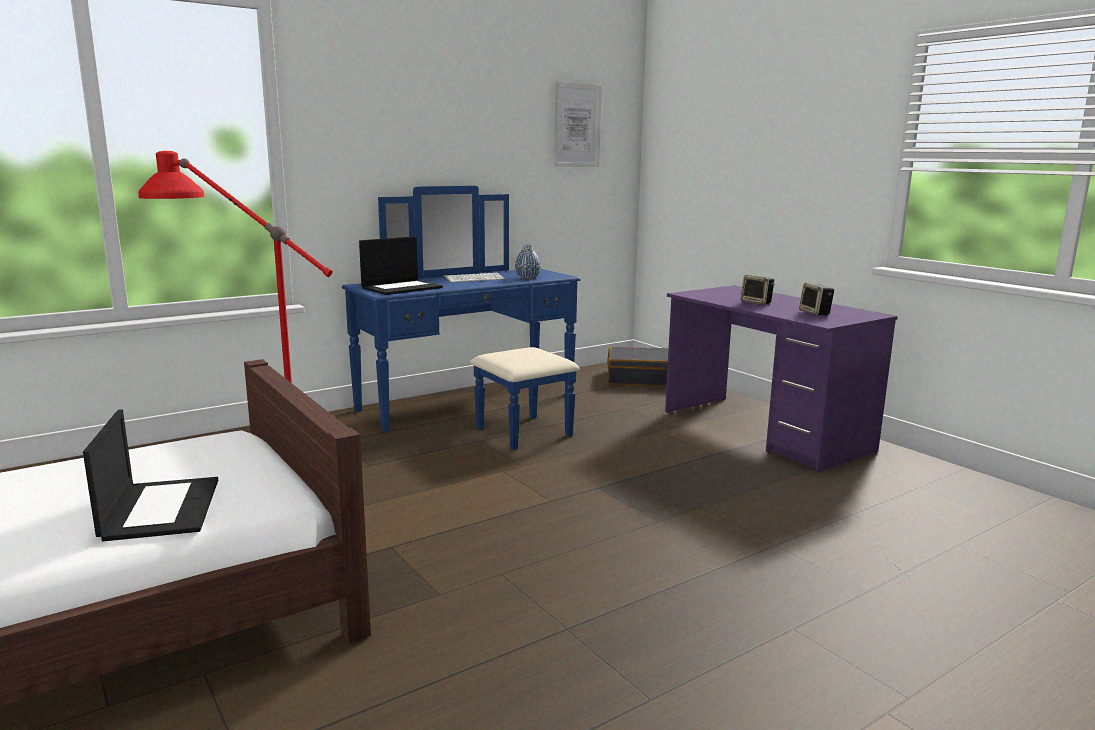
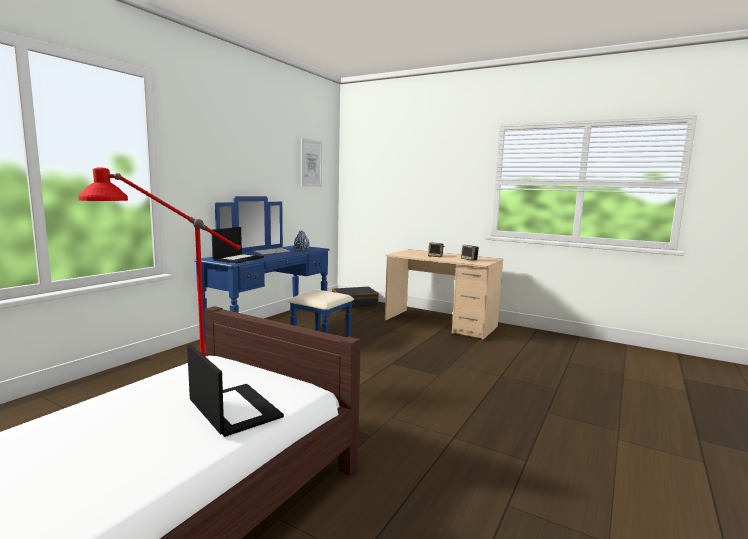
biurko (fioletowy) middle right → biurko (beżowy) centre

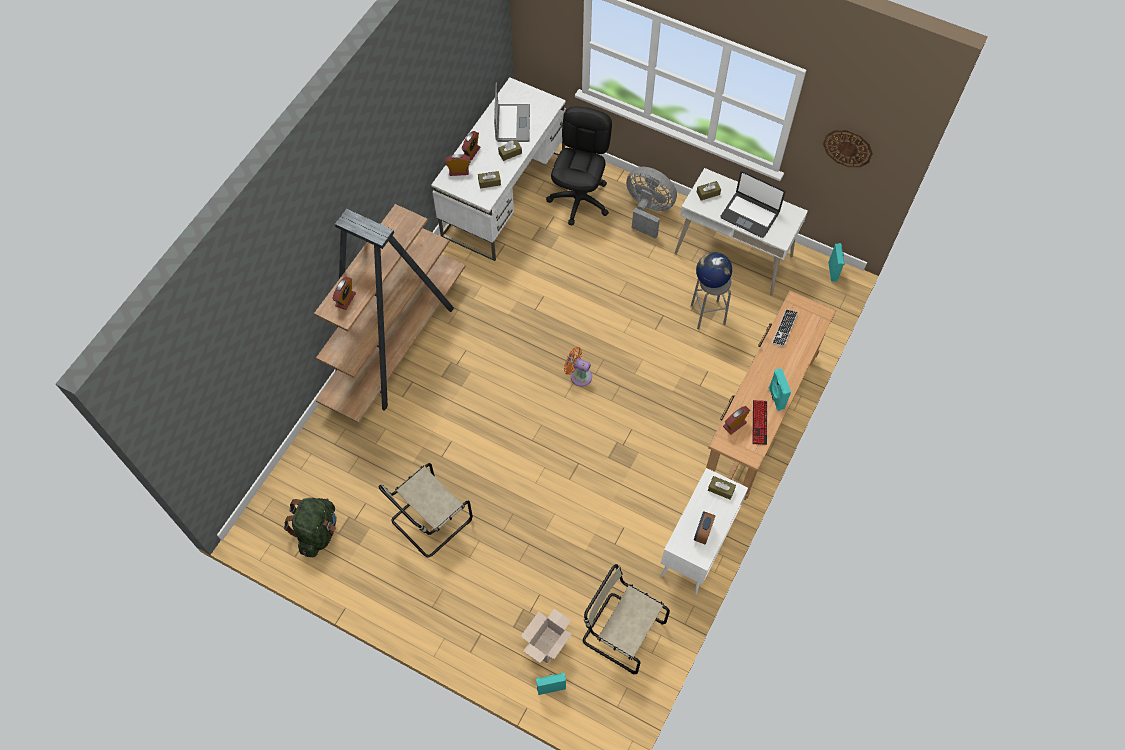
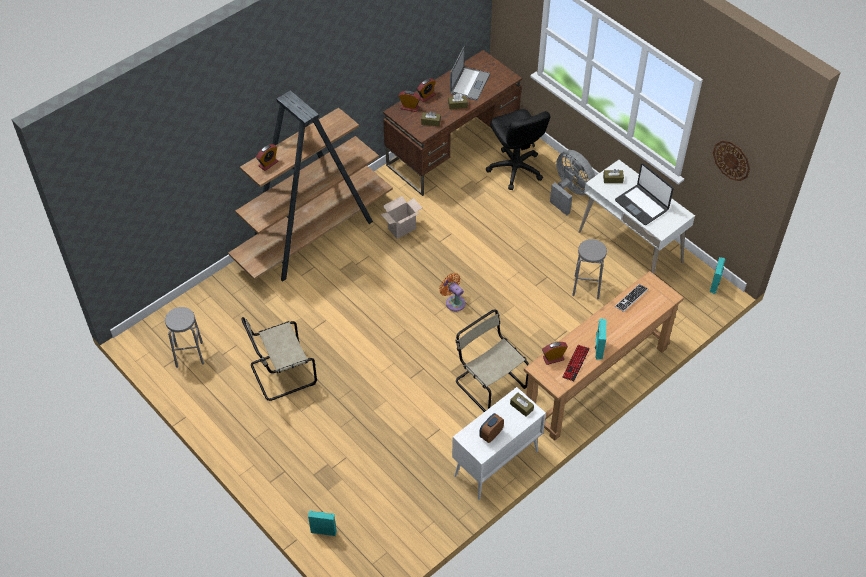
biurko (biały) (no. 1 from left) top centre → biurko (brązowy) top centre
krzesło biurowe (czarny) top centre, 120 degrees clockwise
globus centre → -
plecak (zielony) bottom left → stołek (szary) (no. 1 from left) middle left
krzesło (beżowy) (no. 2 from left) bottom centre → krzesło (beżowy) (no. 2 from left) centre, shifted
karton bottom centre → karton centre, shifted

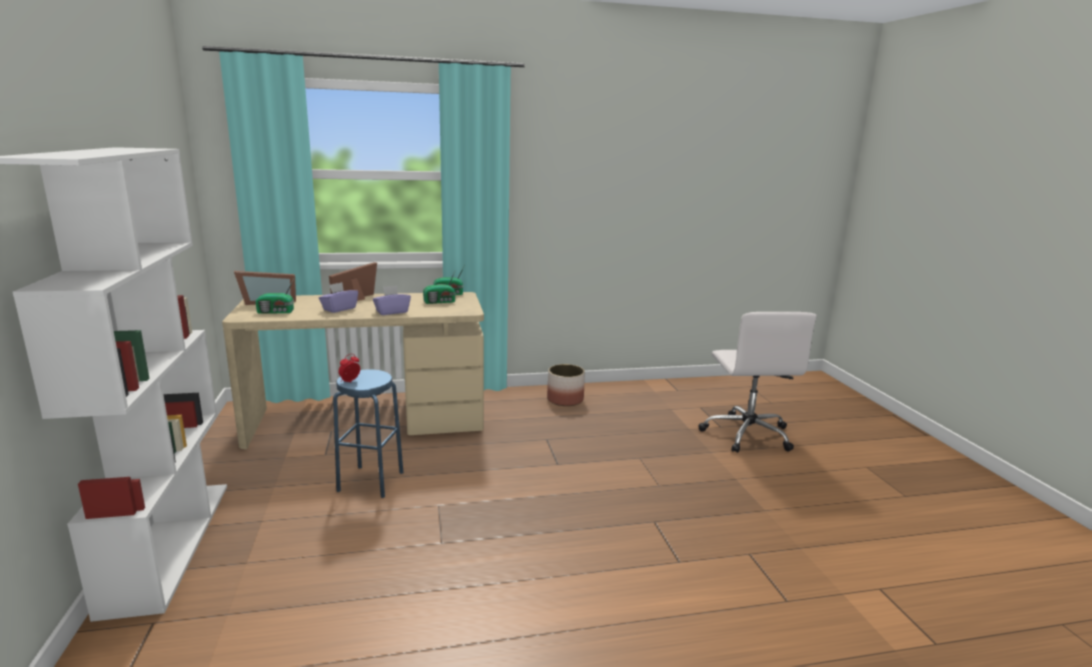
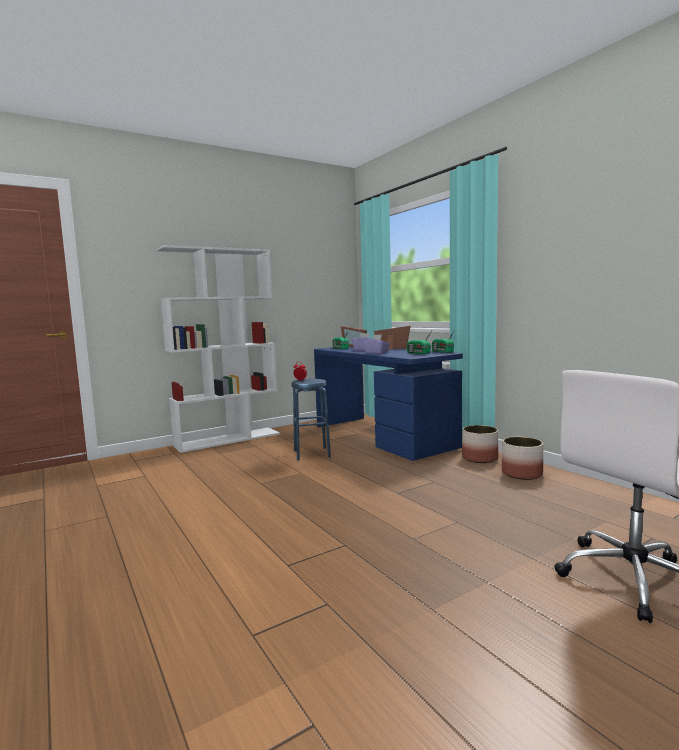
biurko (beżowy) middle left → biurko (niebieski) centre
- → donica (no. 1 from left) middle right

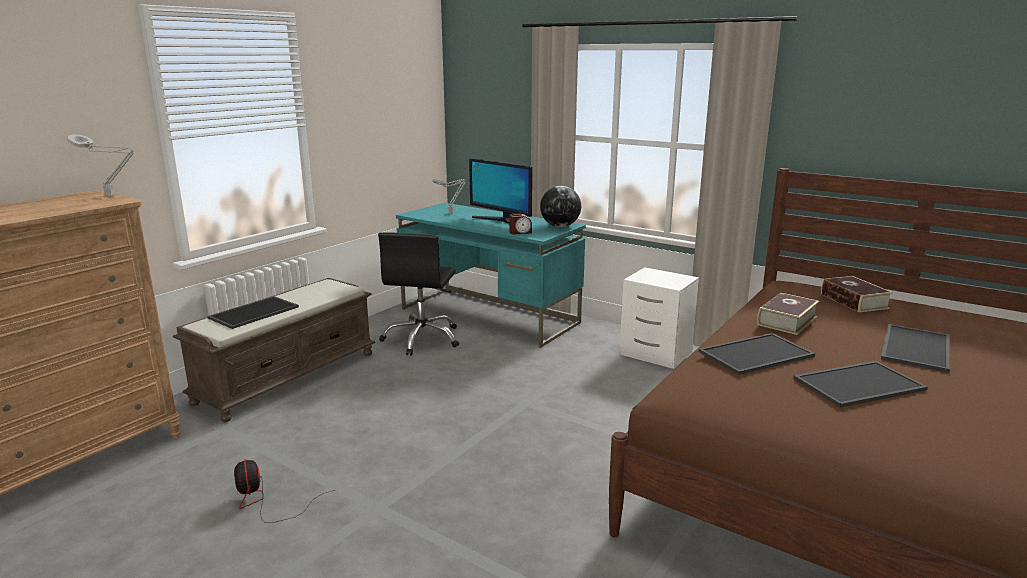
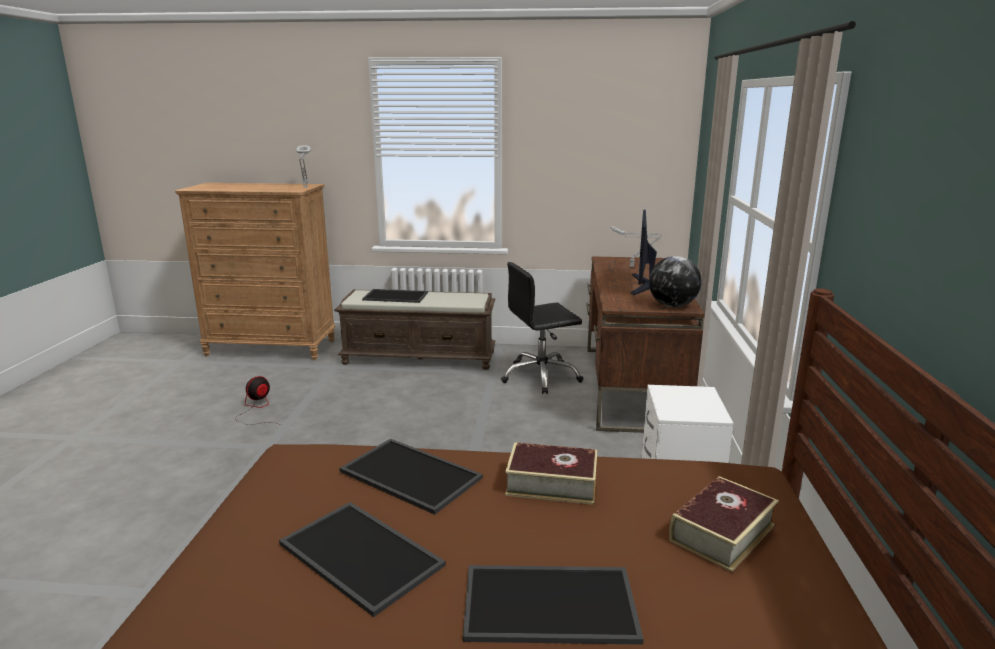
biurko (turkusowy) centre → biurko (brązowy) centre
budzik centre → -

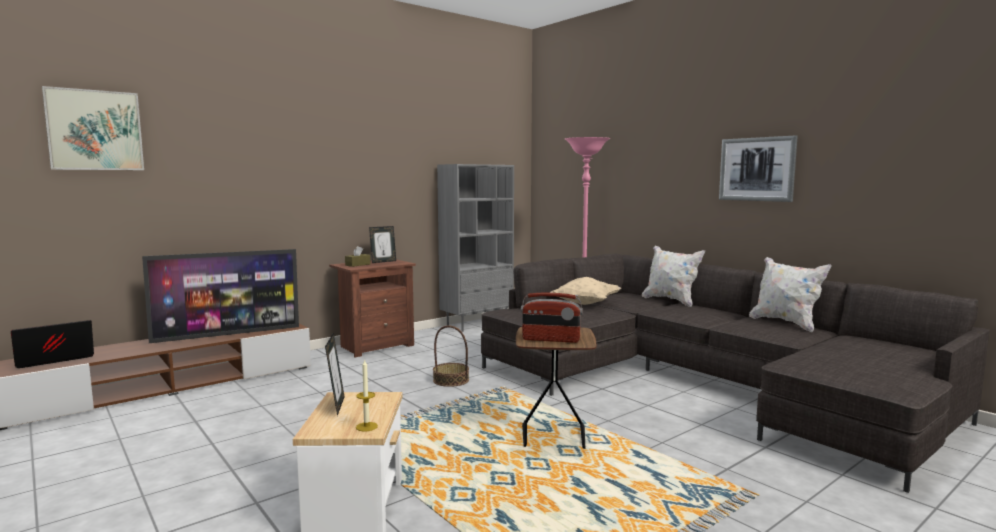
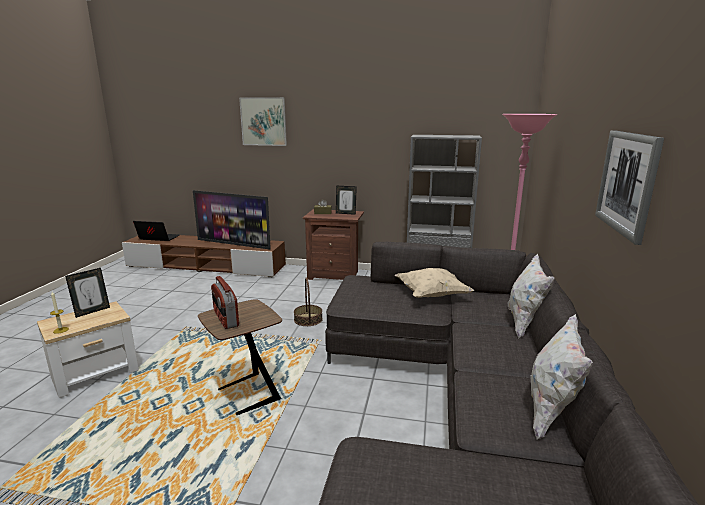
obraz (no. 1 from left) top left → obraz (no. 1 from left) top centre, shifted

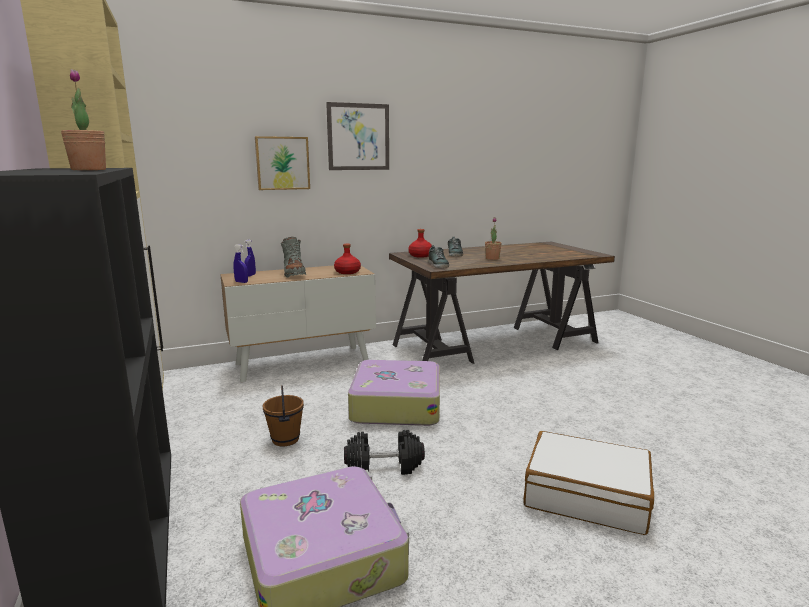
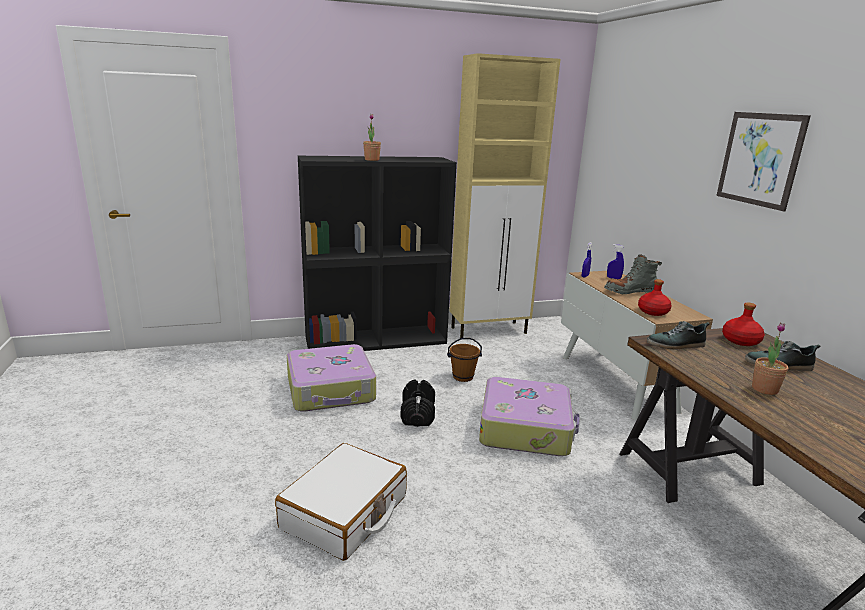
obraz (no. 1 from left) top centre → -

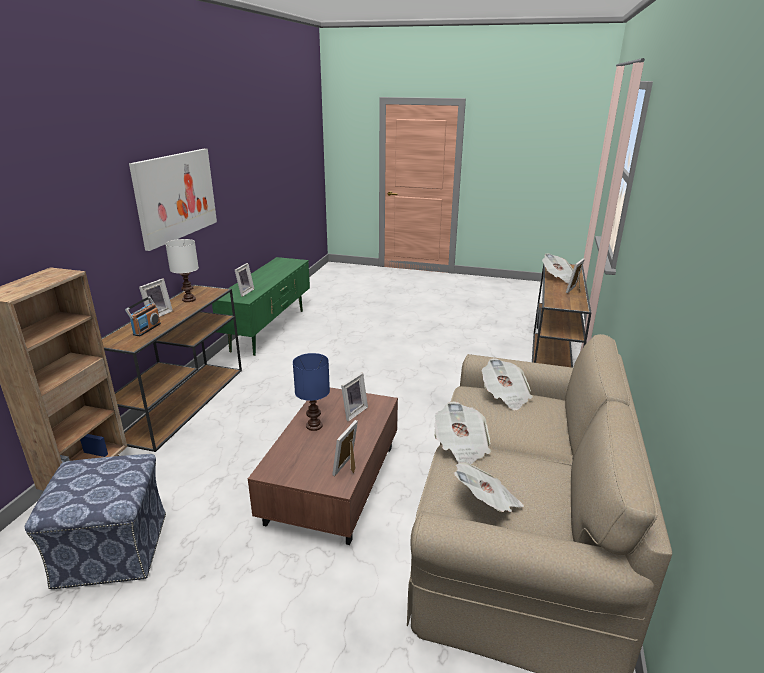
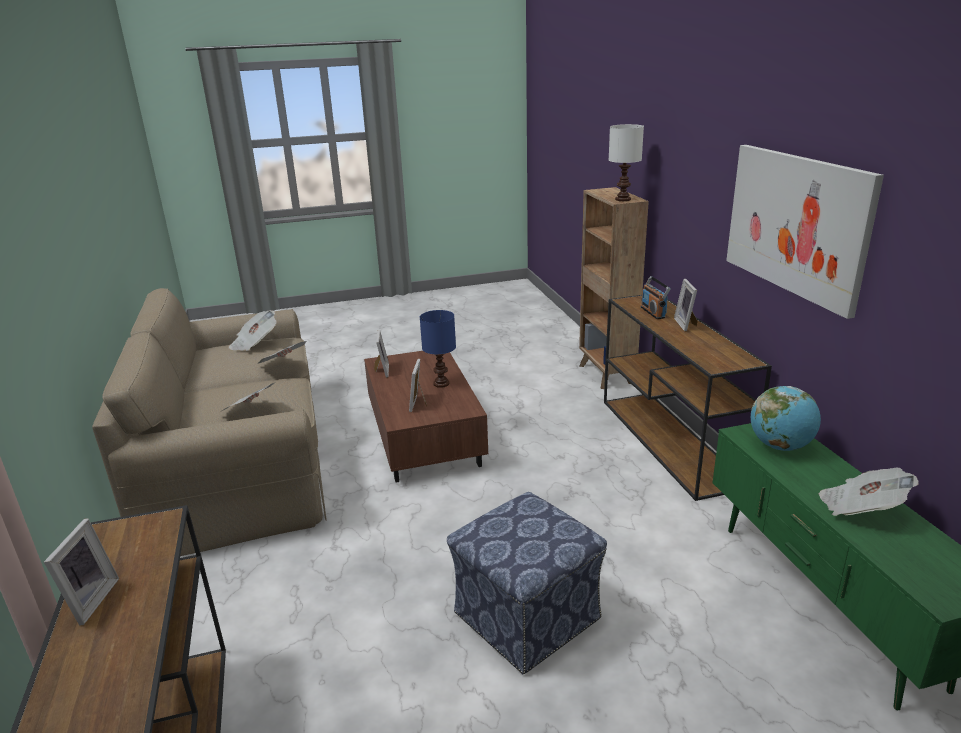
lampa stołowa (biały) middle left → lampa stołowa (biały) top centre, shifted
gazeta (no. 4 from left) middle right → gazeta (no. 4 from left) bottom right, shifted
ramka na zdjęcie (no. 2 from left) middle left → globus middle right
pufa bottom left → pufa bottom centre, shifted

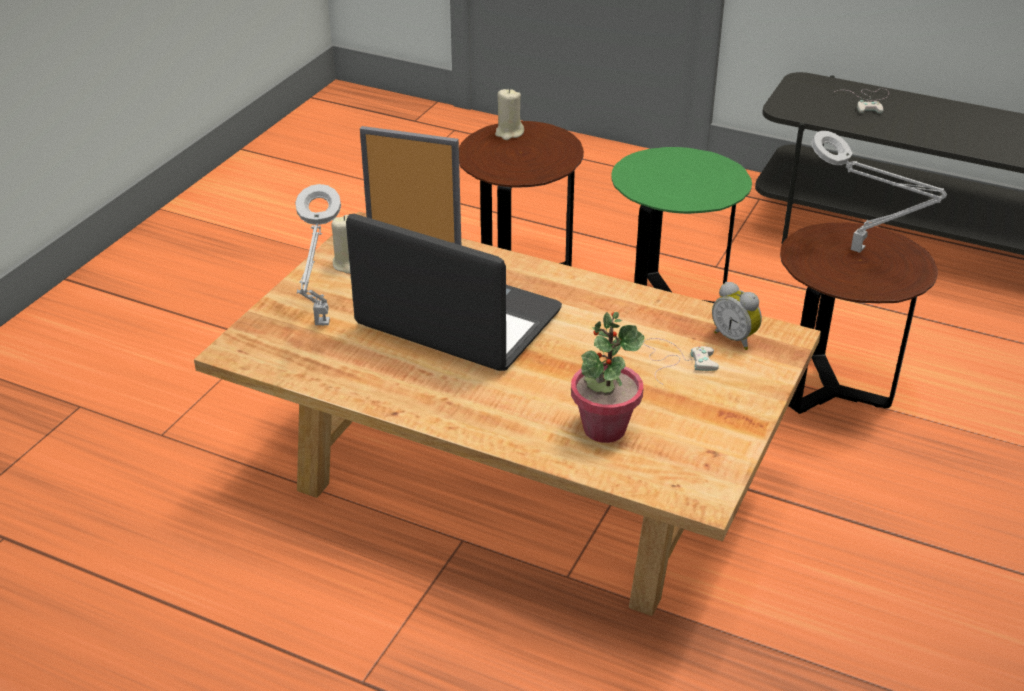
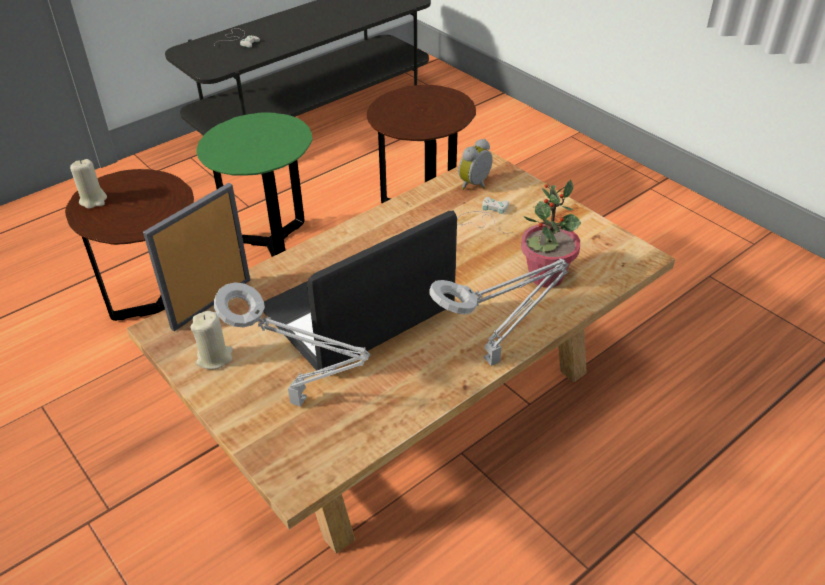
lampa stołowa (szary) (no. 2 from left) top right → lampa stołowa (szary) (no. 2 from left) centre, shifted
budzik middle right → budzik top centre, 150 degrees clockwise

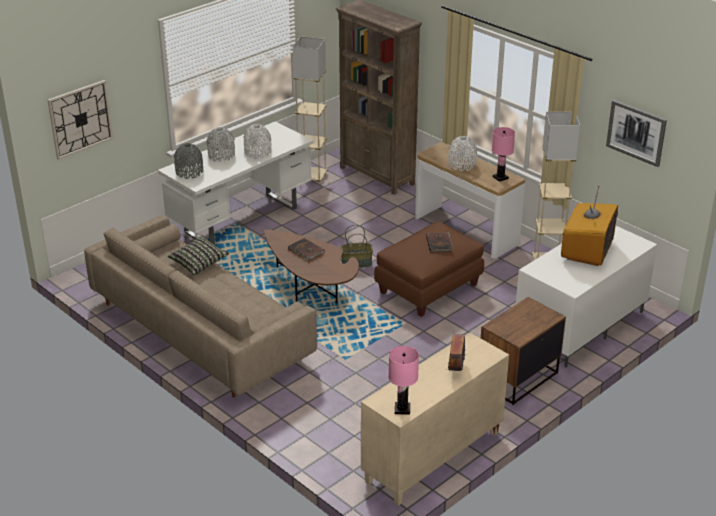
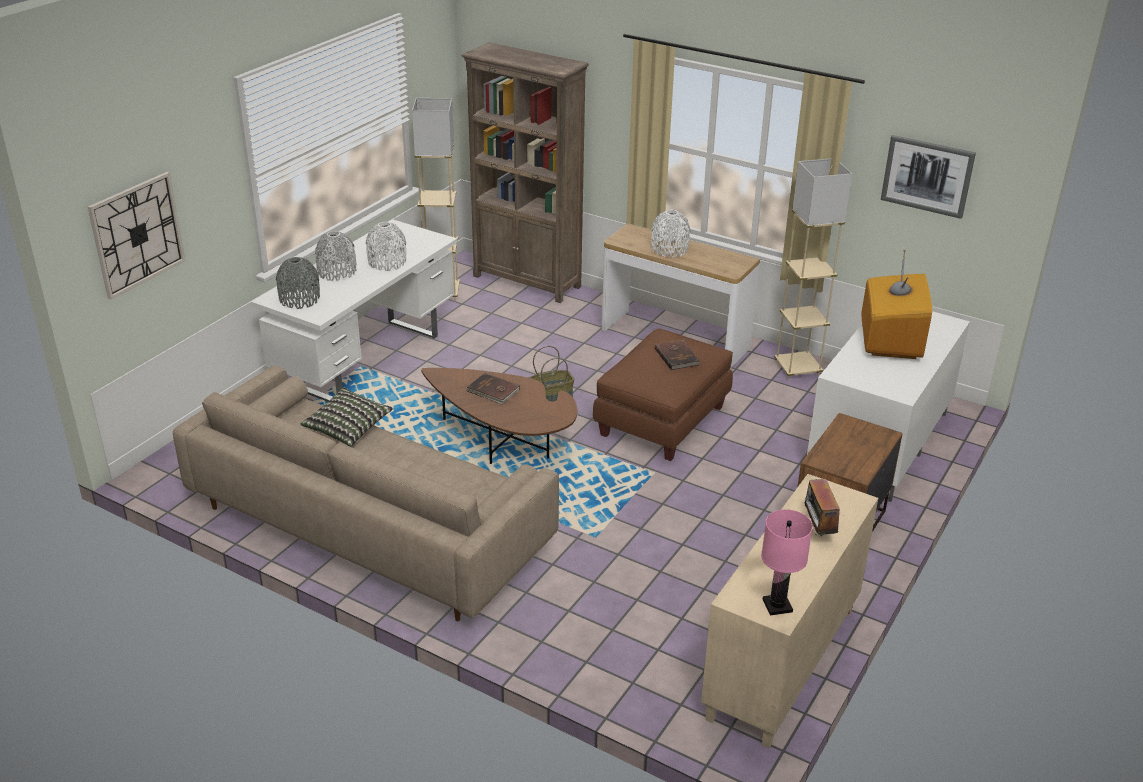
lampa stołowa (różowy) (no. 2 from left) top right → -

